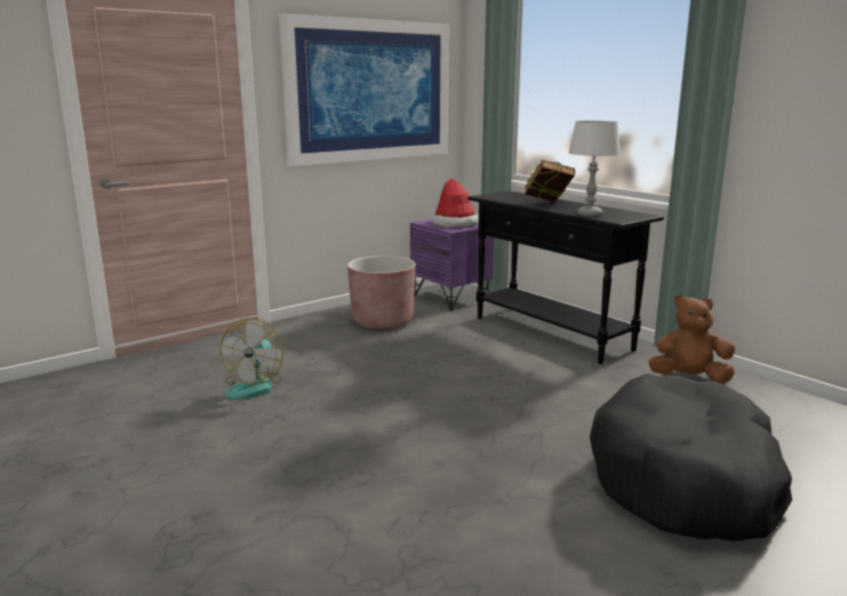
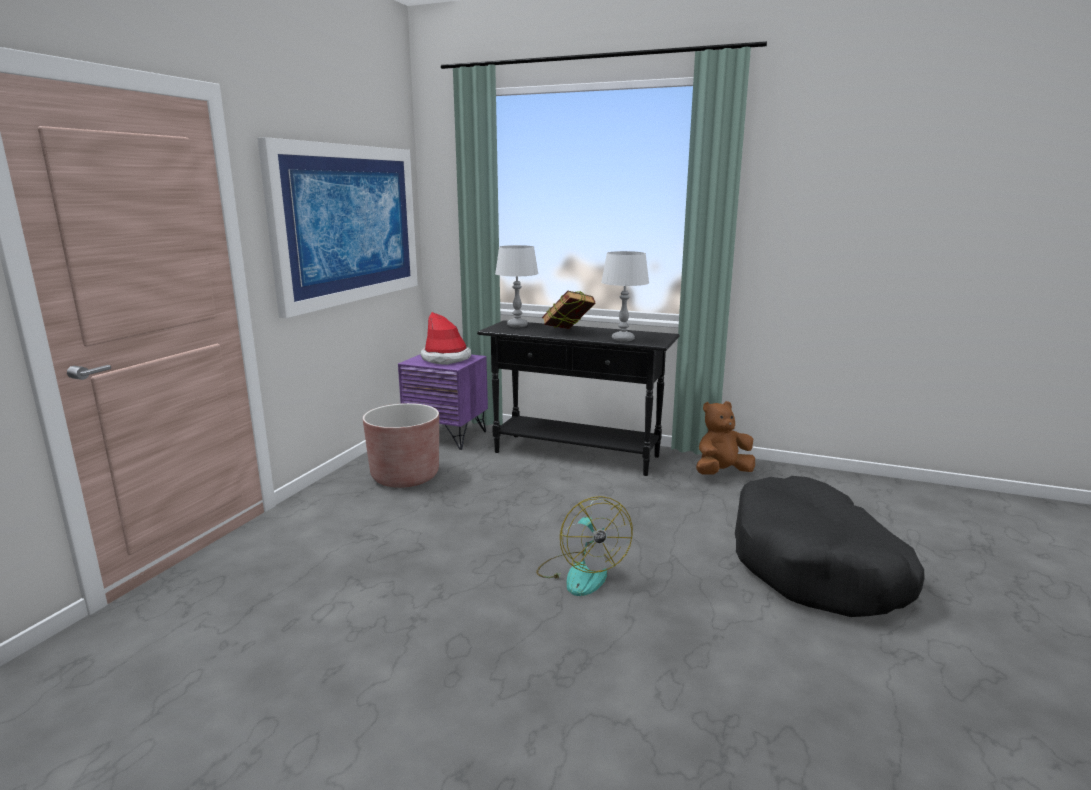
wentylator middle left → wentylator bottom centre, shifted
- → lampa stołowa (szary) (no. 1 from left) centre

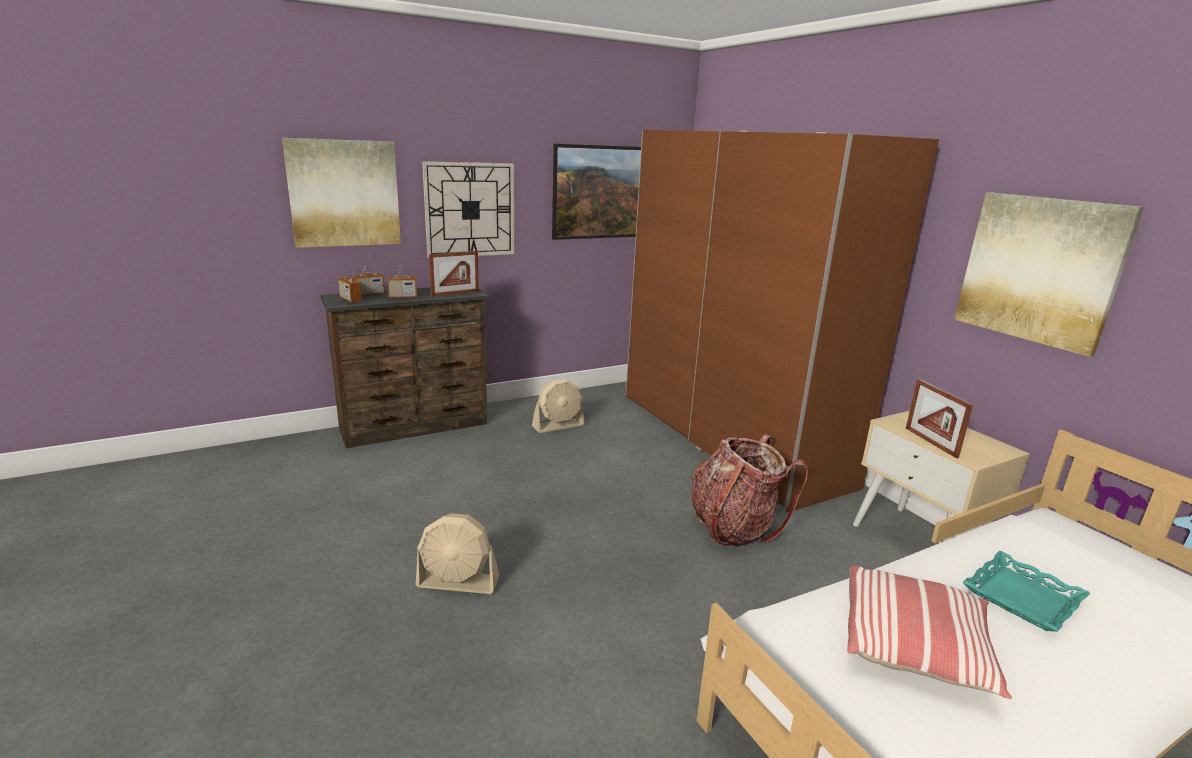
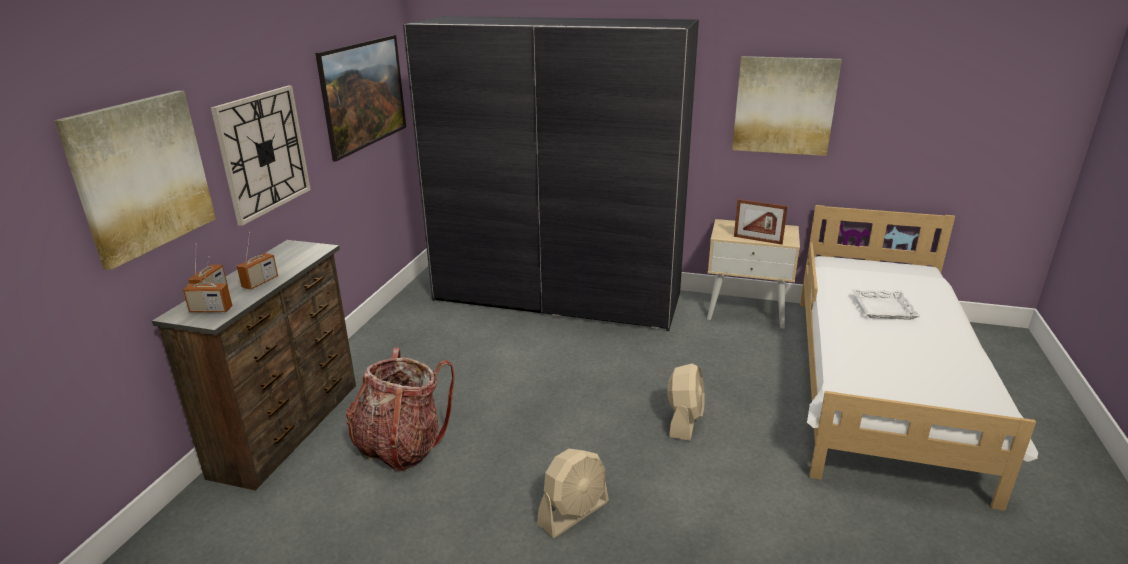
szafa (brązowy) centre → szafa (szary) top centre
ramka na zdjęcie (no. 1 from left) centre → -
wentylator (beżowy) (no. 2 from left) centre → wentylator (beżowy) (no. 2 from left) bottom centre, shifted
plecak centre → plecak bottom centre, shifted
taca (turkusowy) bottom right → taca (biały) middle right
poduszka bottom right → -

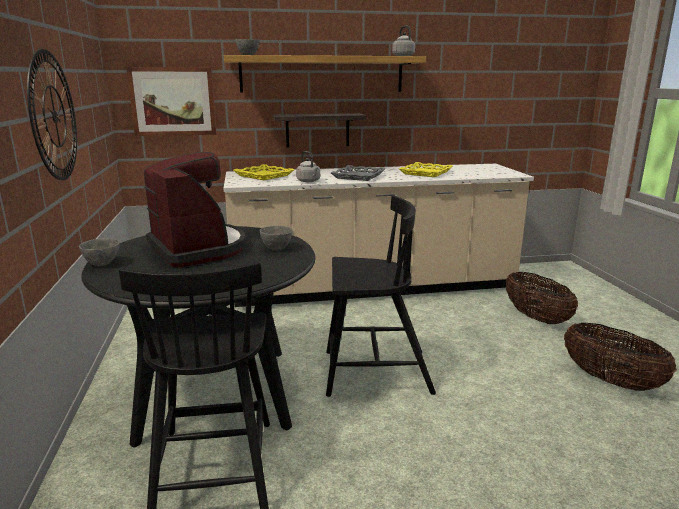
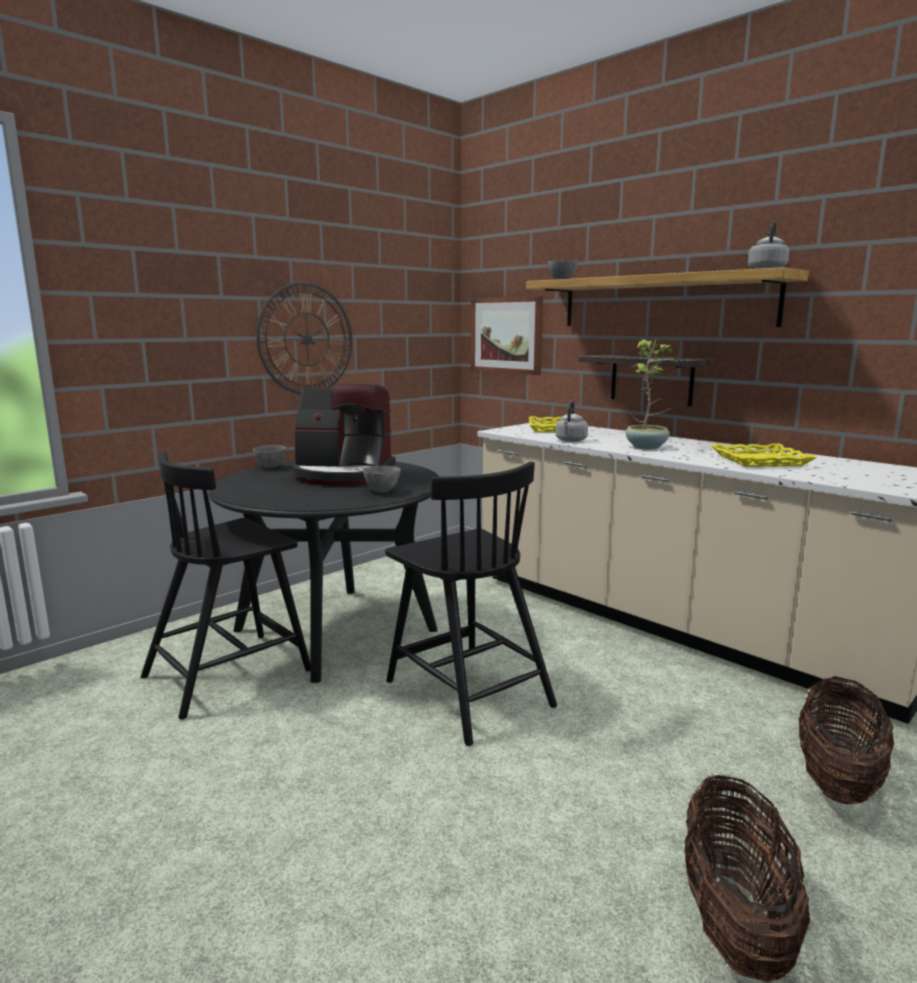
ekspres do kawy middle left → ekspres do kawy centre, 75 degrees clockwise
taca (szary) centre → roślina doniczkowa middle right

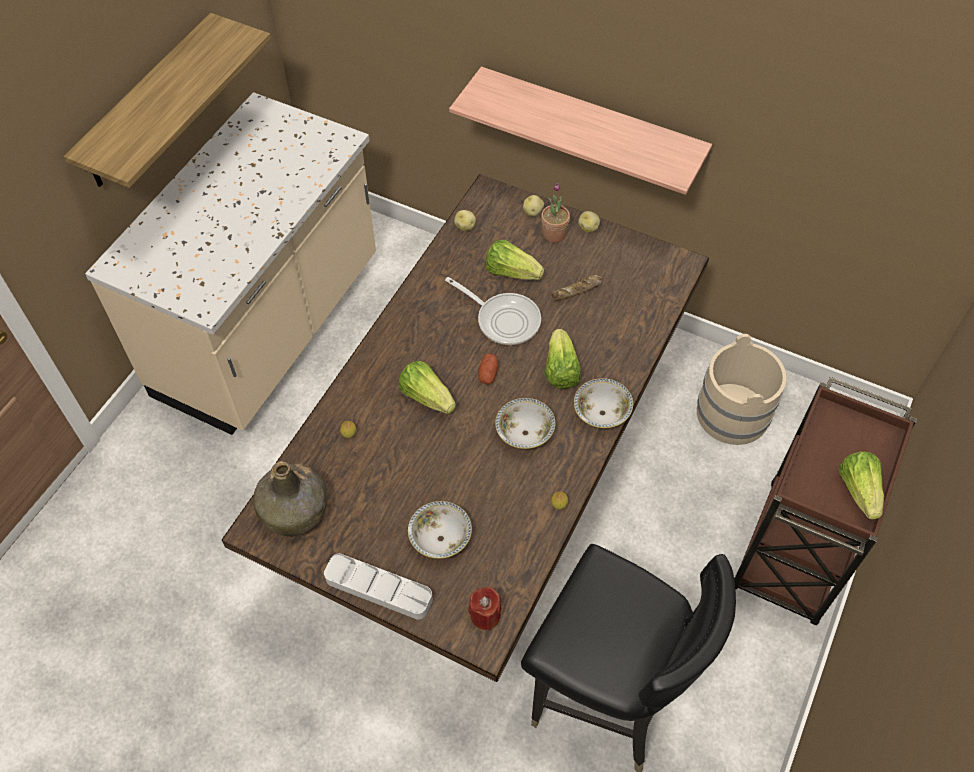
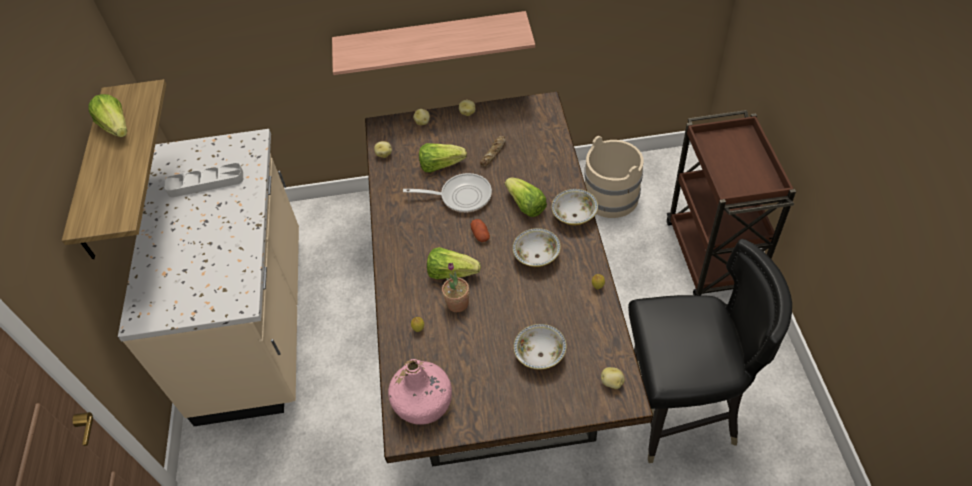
roślina doniczkowa top centre → roślina doniczkowa centre, shifted
sałata (no. 4 from left in the first image) middle right → sałata (no. 1 from left) top left, shifted
butelka (zielony) middle left → butelka (różowy) bottom centre
taca (szary) bottom centre → taca (szary) middle left, shifted
świeca (czerwony) bottom centre → ziemniak (no. 5 from left) bottom centre

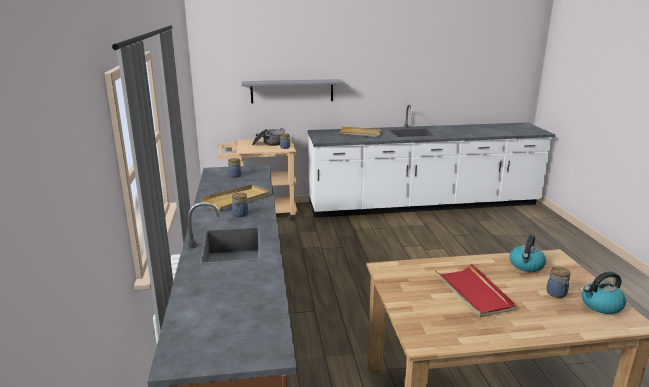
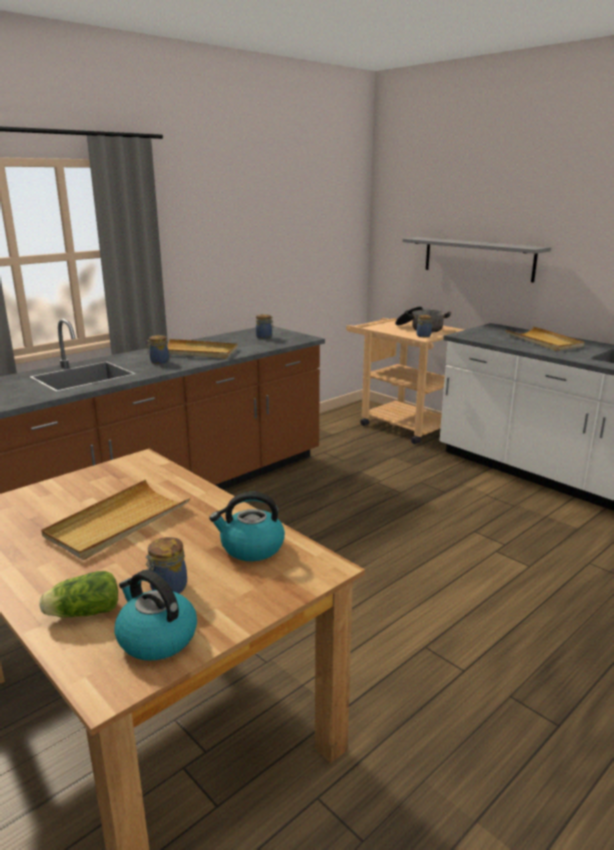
taca (czerwony) bottom right → taca (beżowy) (no. 1 from left) middle left
- → sałata bottom left

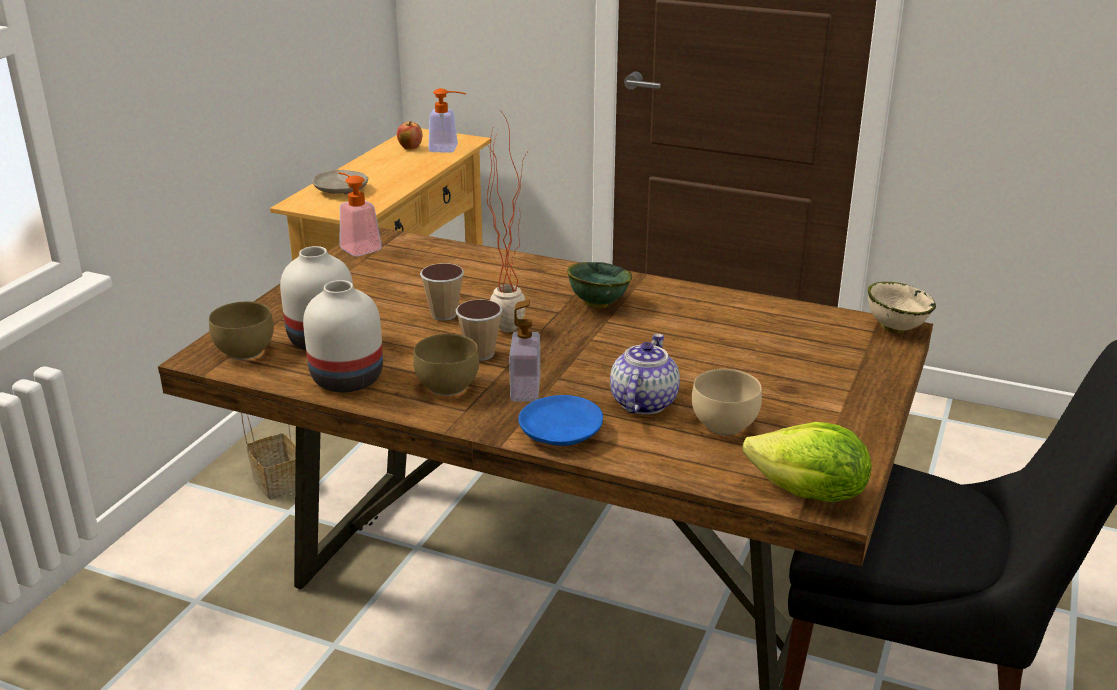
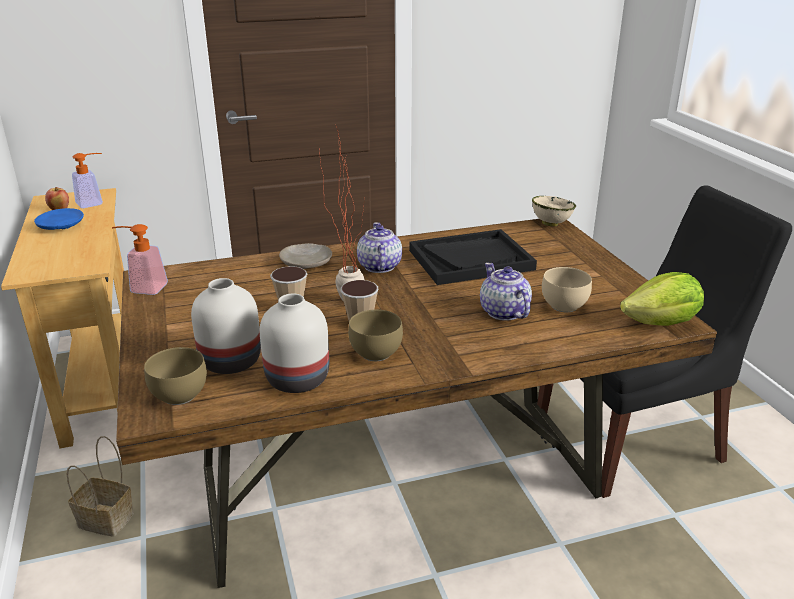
talerz (beżowy) top left → talerz (beżowy) centre, shifted
miska (zielony) centre → imbryk (no. 1 from left) centre
dozownik mydła (no. 3 from left) centre → -
talerz (niebieski) centre → talerz (niebieski) middle left, shifted
- → taca (czarny) centre

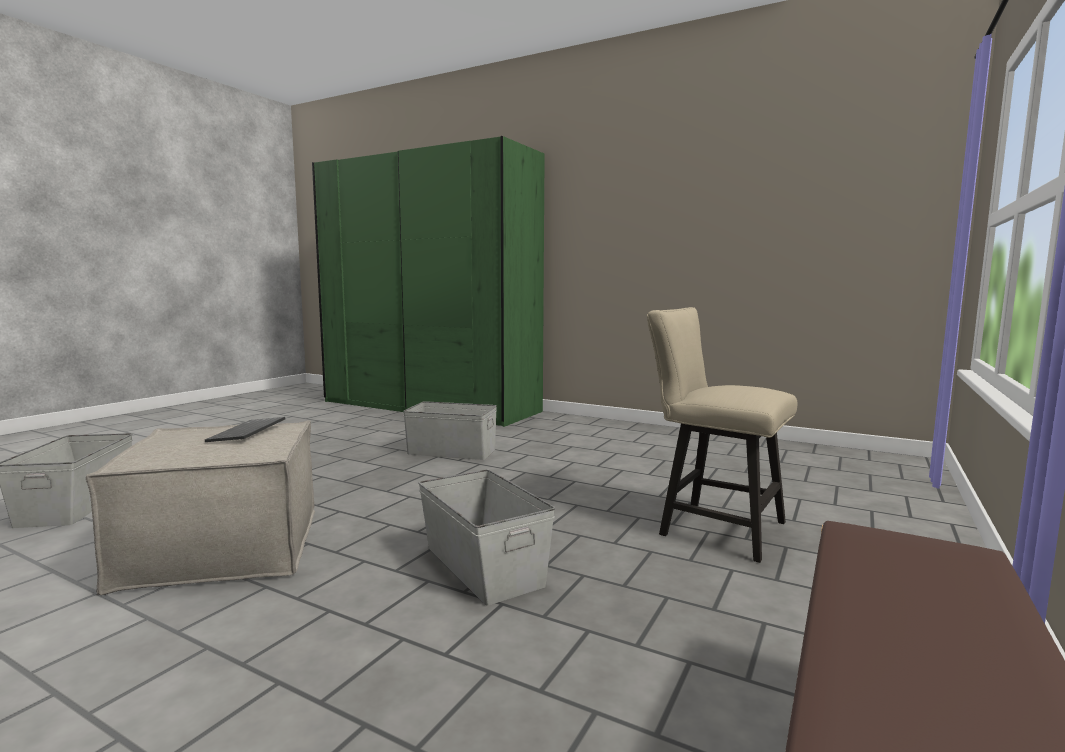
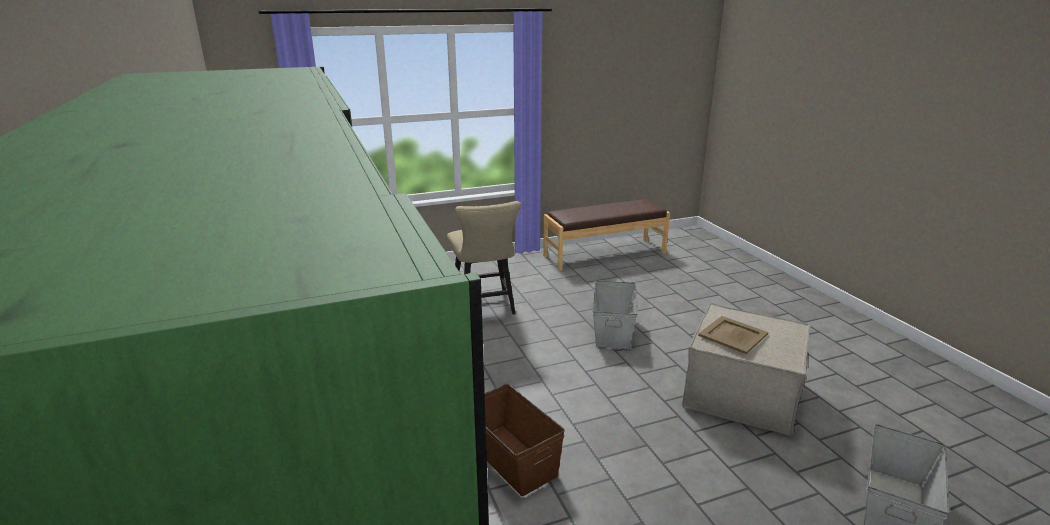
pojemnik do przechowywania (szary) (no. 2 from left) centre → pojemnik do przechowywania (brązowy) bottom centre
klawiatura middle left → taca (beżowy) middle right

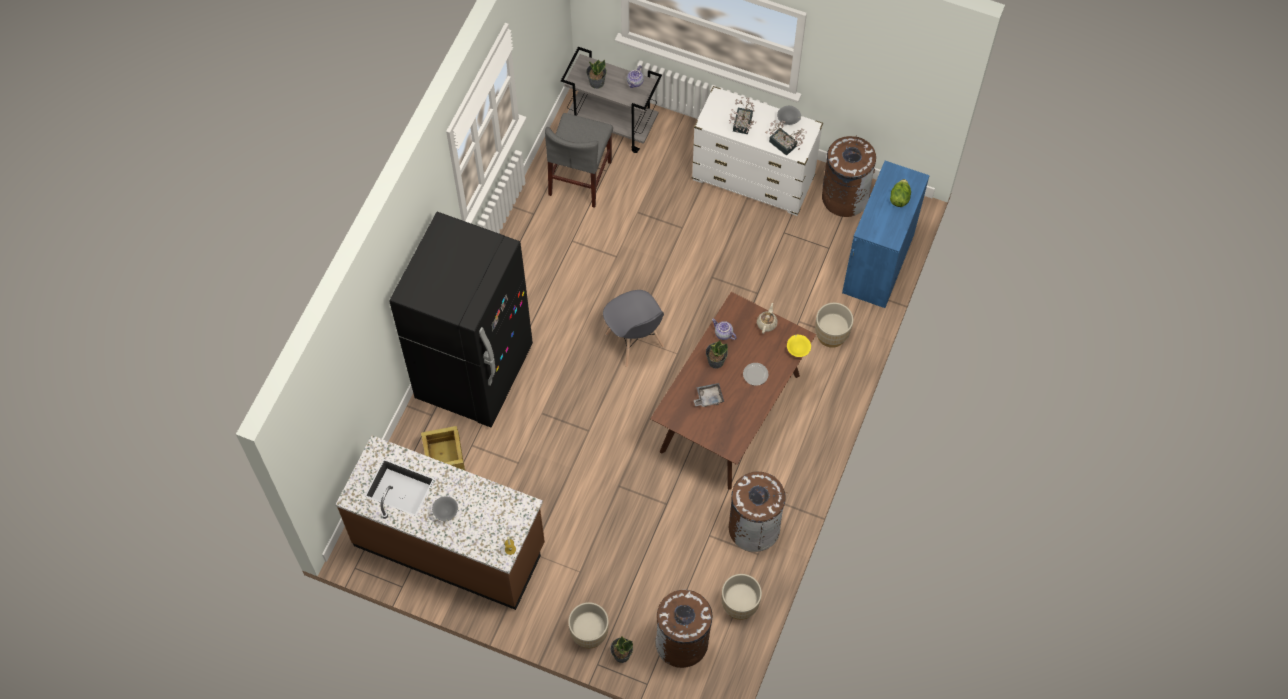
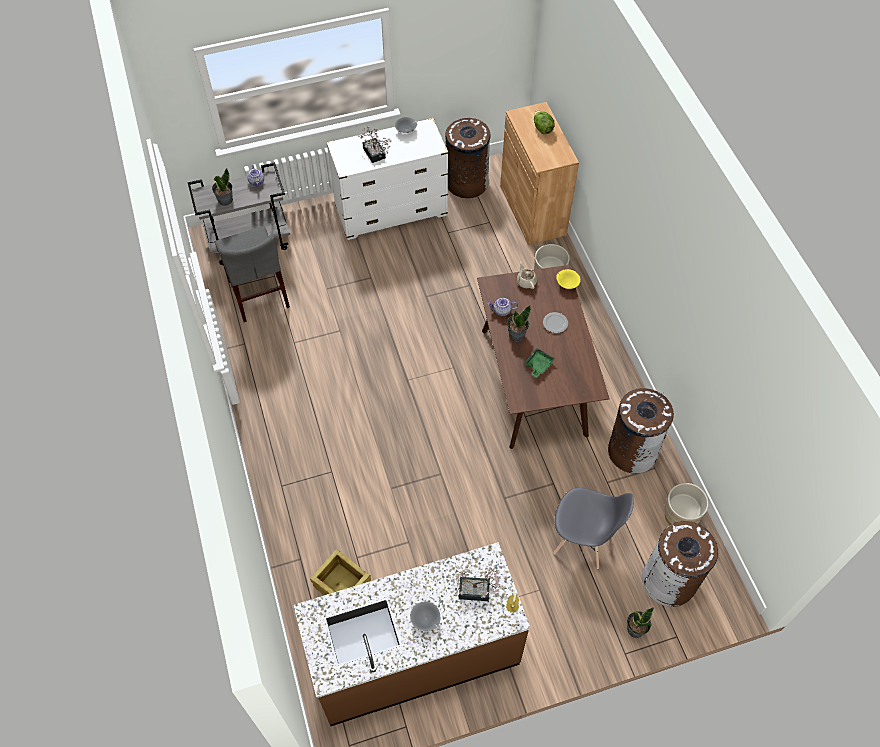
roślina doniczkowa (no. 5 from left in the first image) top centre → roślina doniczkowa (no. 3 from left) bottom centre, shifted
szafka (niebieski) middle right → szafka (brązowy) top centre
lodówka (czarny) centre → -
krzesło (szary) (no. 2 from left) centre → krzesło (szary) (no. 2 from left) bottom right, shifted
taca (szary) centre → taca (zielony) centre
donica (beżowy) (no. 1 from left) bottom centre → -

